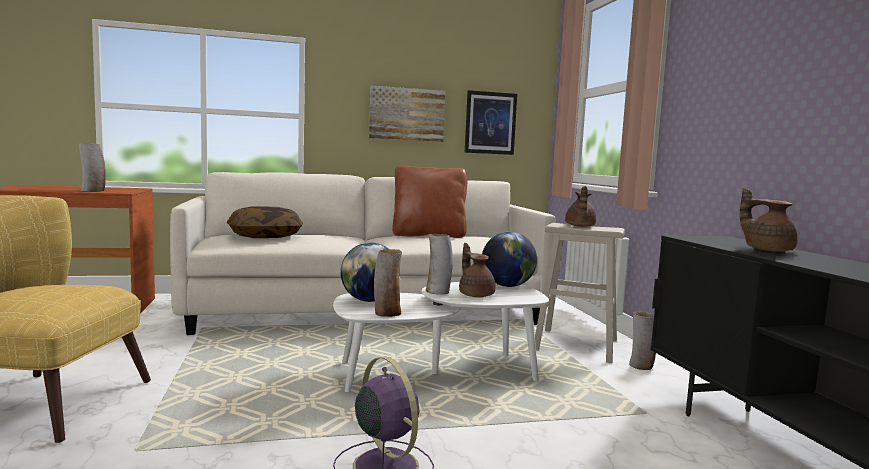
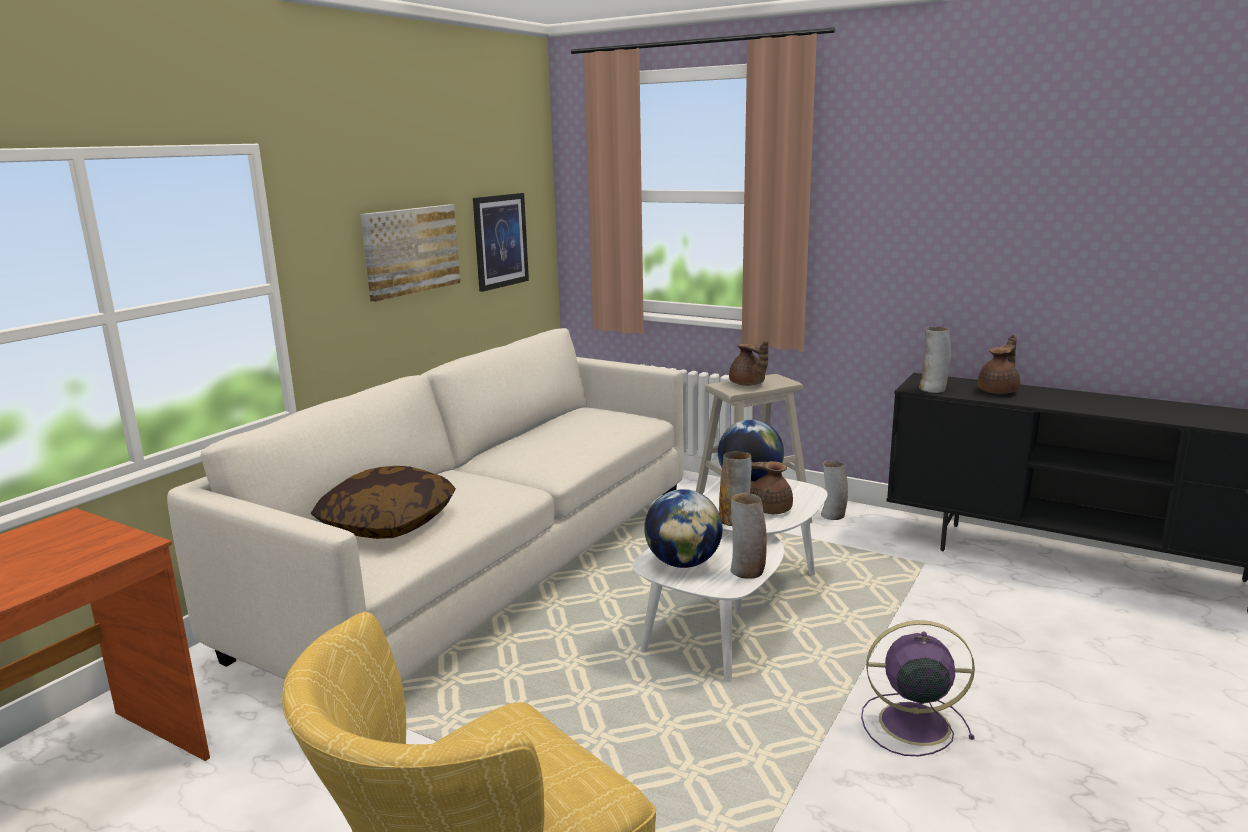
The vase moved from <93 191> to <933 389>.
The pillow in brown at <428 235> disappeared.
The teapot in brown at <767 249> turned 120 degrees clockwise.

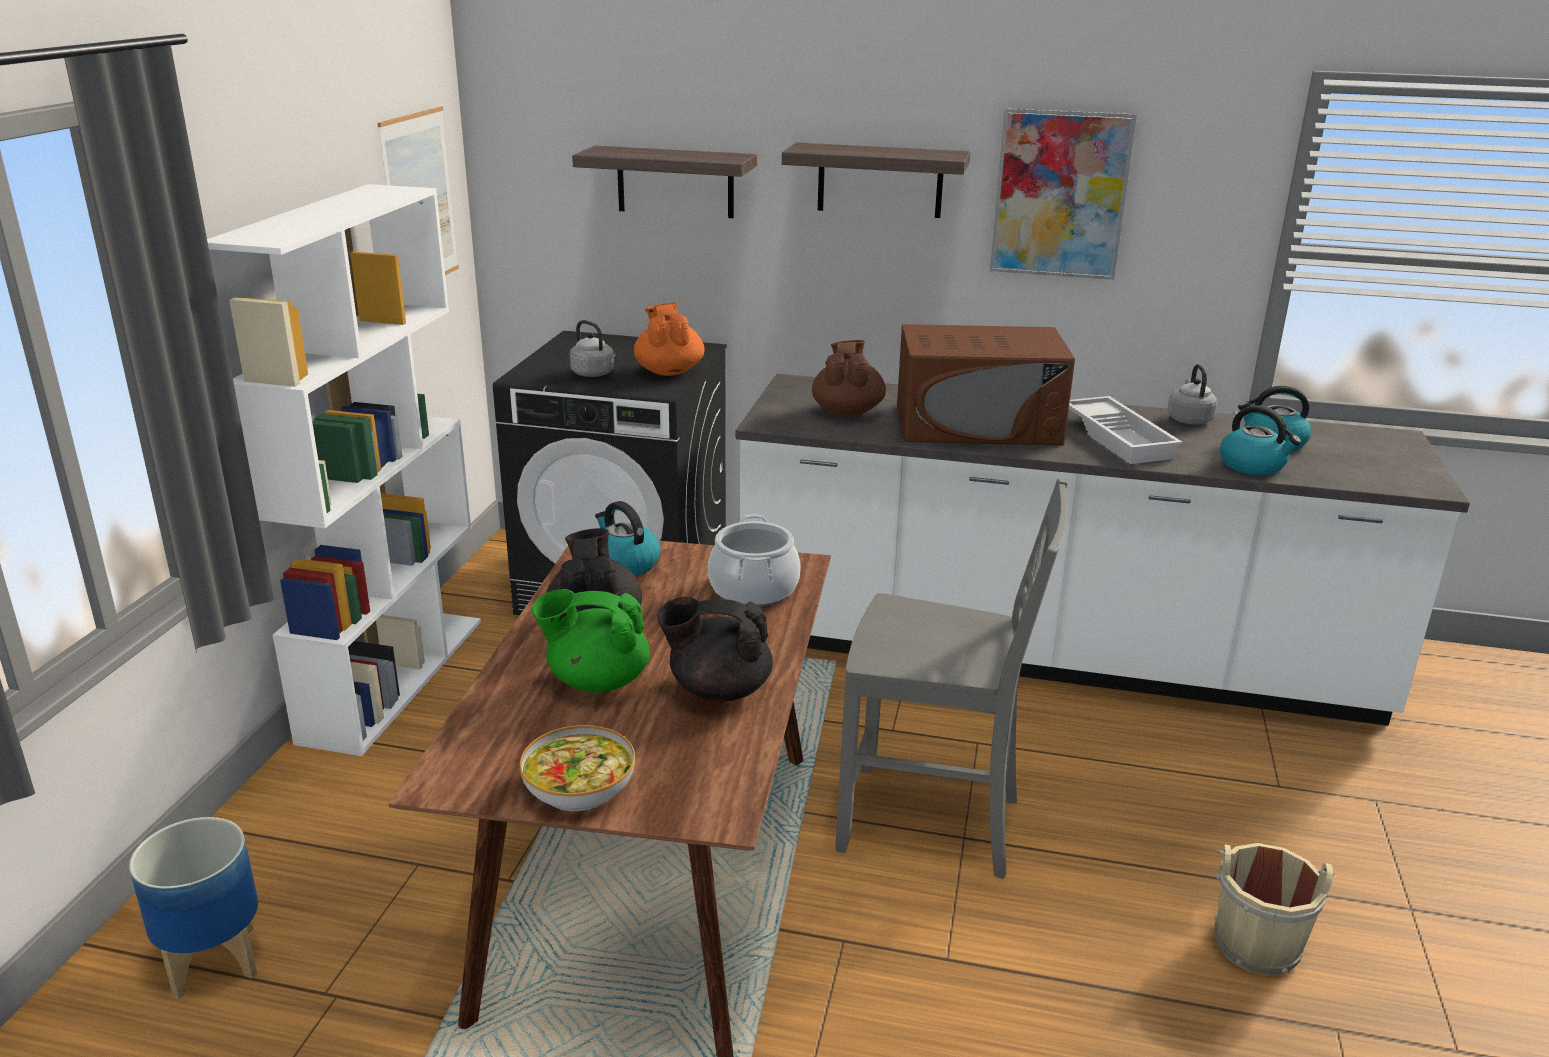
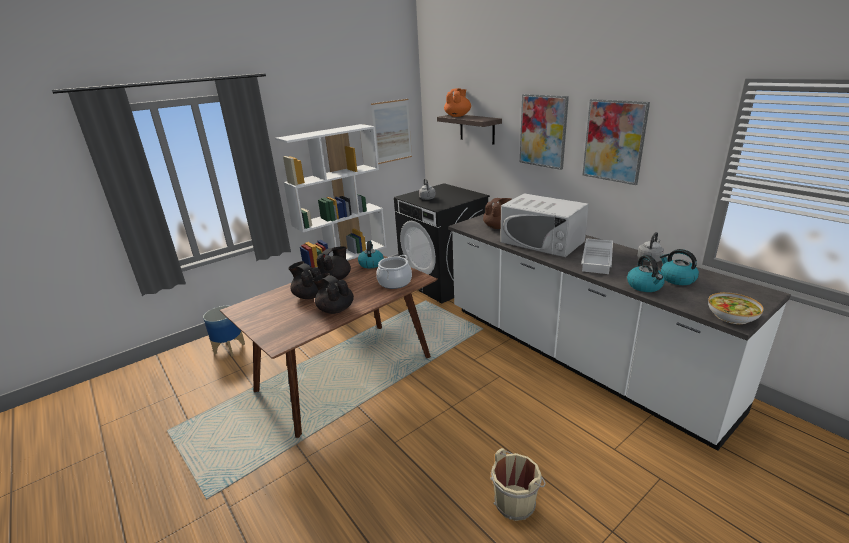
The bowl moved from <578 787> to <731 316>.
The teapot in green at <597 681> became the teapot in black at <310 295>.
The teapot in orange moved from <669 371> to <458 116>.
The shelf at <880 180> was replaced by the picture at <543 131>.
The chair in grey at <933 823> disappeared.
The microwave in brown at <978 424> became the microwave in white at <542 241>.

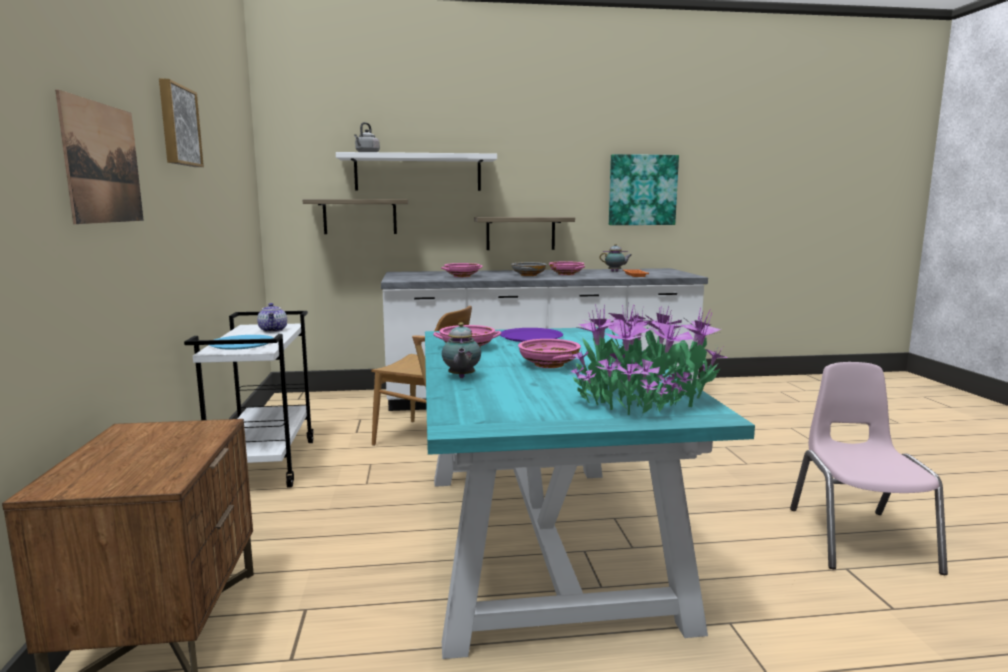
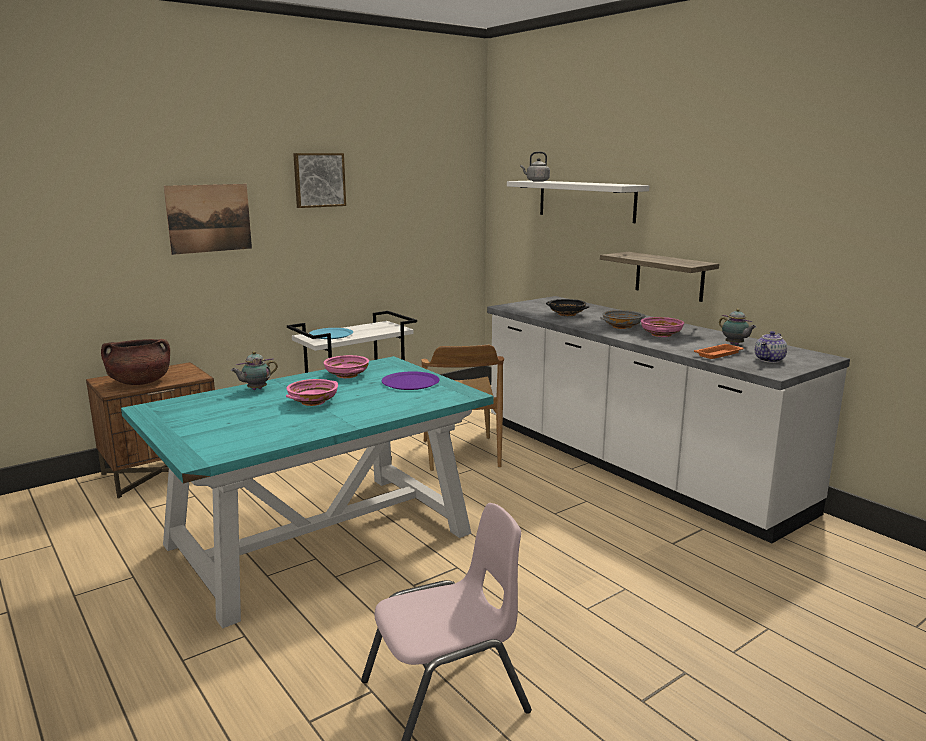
The teapot moved from <274 330> to <770 360>.
The shelf at <360 216> disappeared.
The bowl in pink at <462 276> became the bowl in black at <566 314>.
The potted plant at <642 401> disappeared.
The picture at <642 190> disappeared.
The cooking pot in brown at <140 382> appeared.

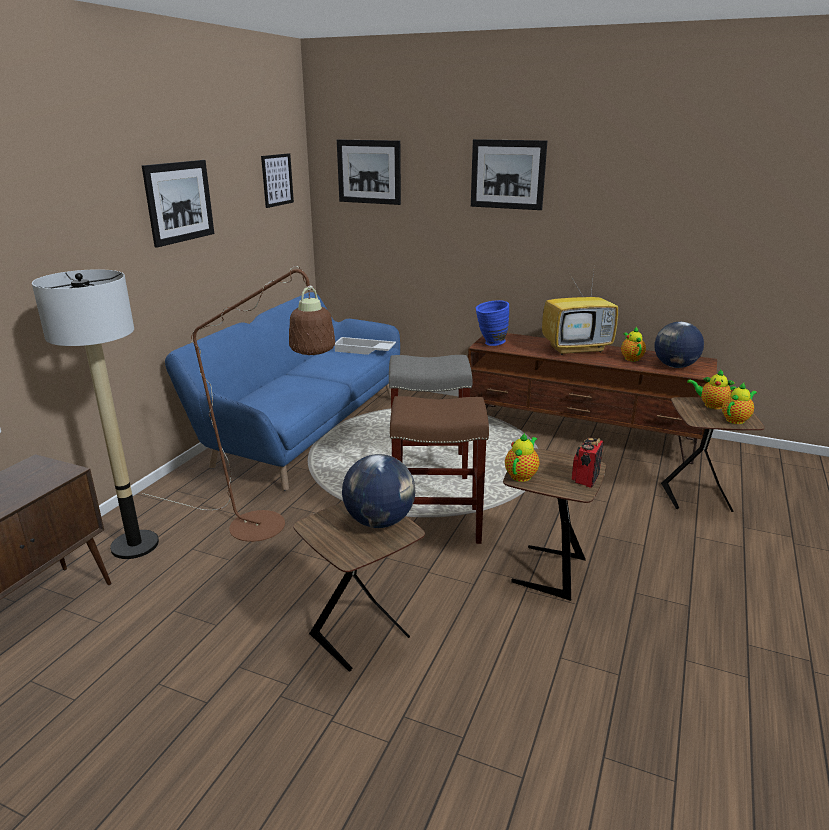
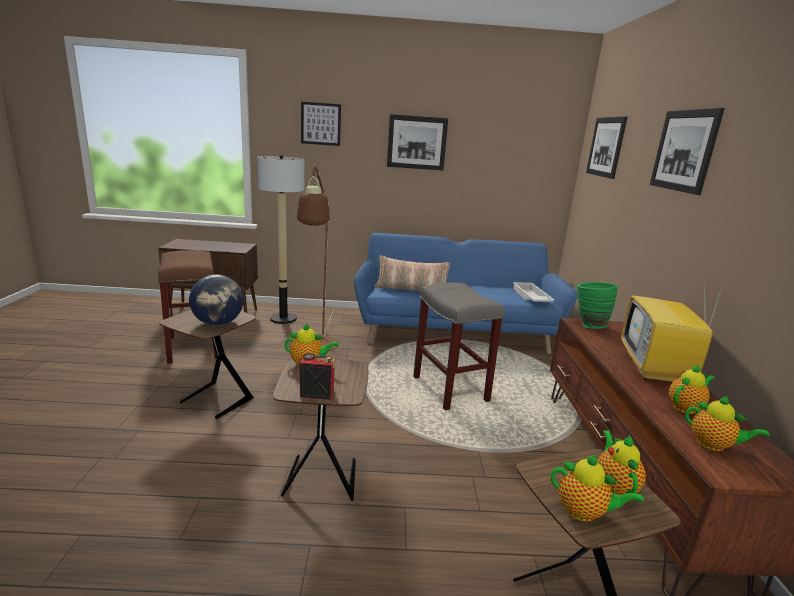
The picture moved from <277 180> to <321 124>.
The stool in brown moved from <438 524> to <194 347>.
The vase in blue at <490 344> became the vase in green at <588 325>.
The television at <577 349> turned 45 degrees clockwise.
The globe at <675 366> was replaced by the teapot at <713 445>.
The pillow at <411 289> appeared.

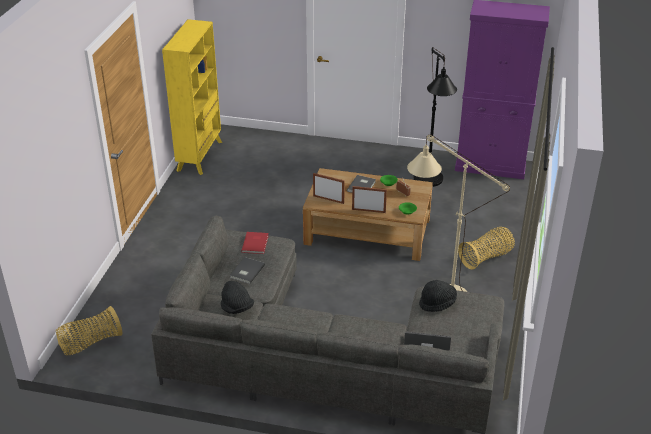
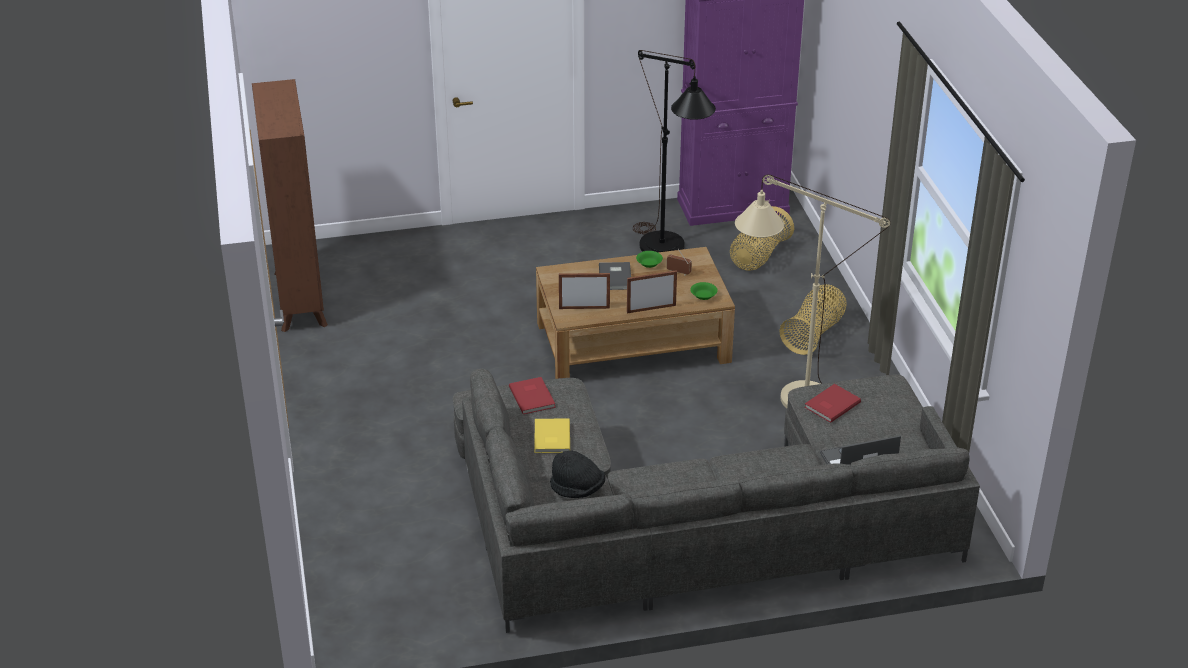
The basket moved from <90 343> to <759 256>.
The bookcase in yellow at <200 156> became the bookcase in brown at <300 299>.
The book in grey at <246 271> became the book in yellow at <550 438>.
The hat in black at <437 303> was replaced by the book in red at <831 404>.

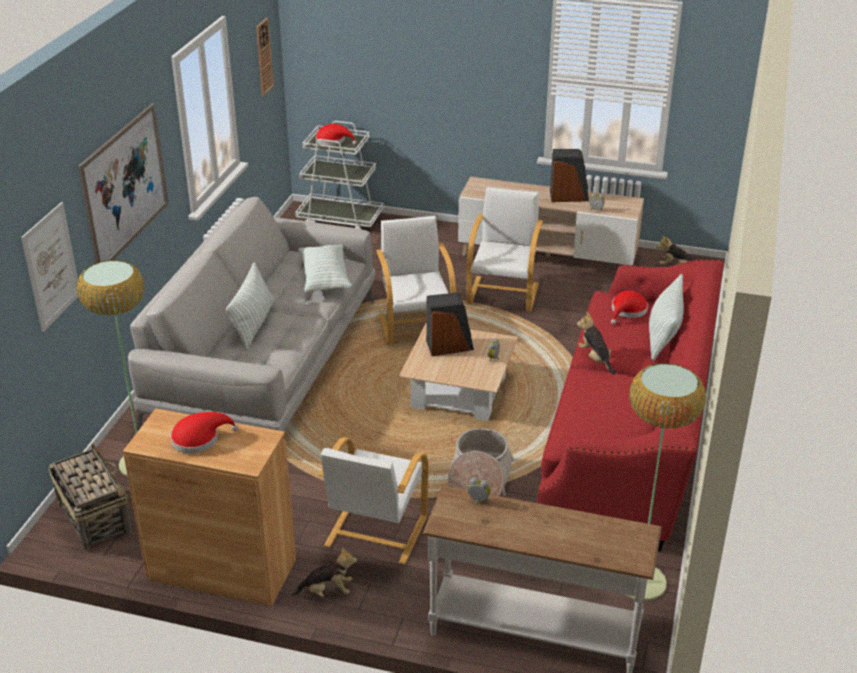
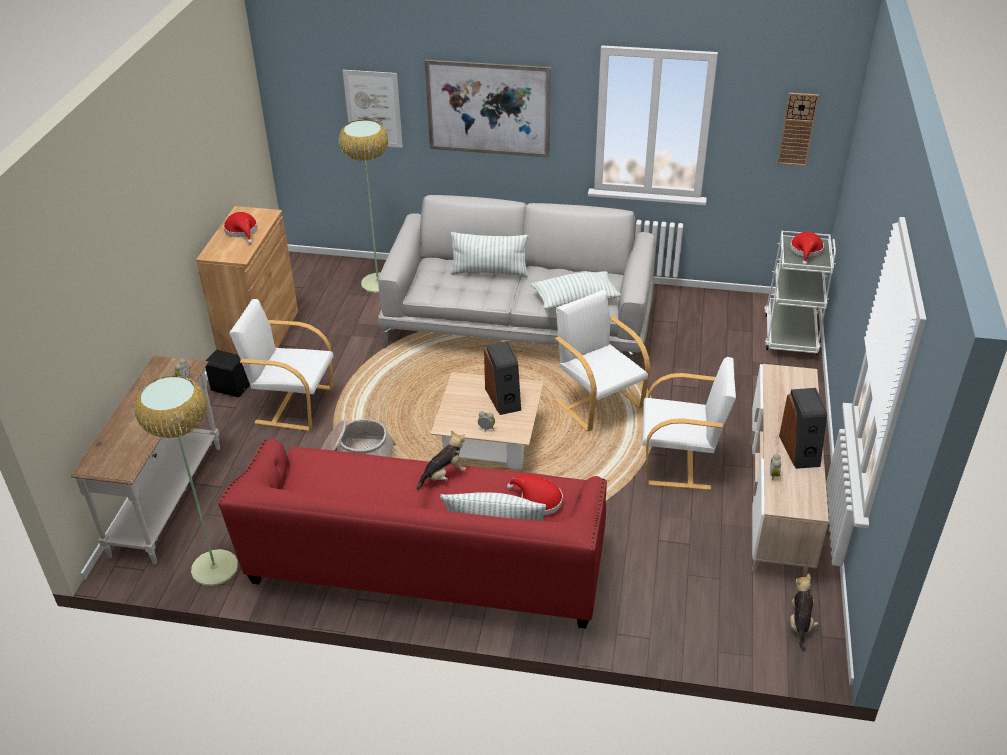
The basket at <94 517> disappeared.
The plush toy at <327 591> was replaced by the speaker in black at <230 387>.
The armchair in white at <416 325> turned 105 degrees counterclockwise.

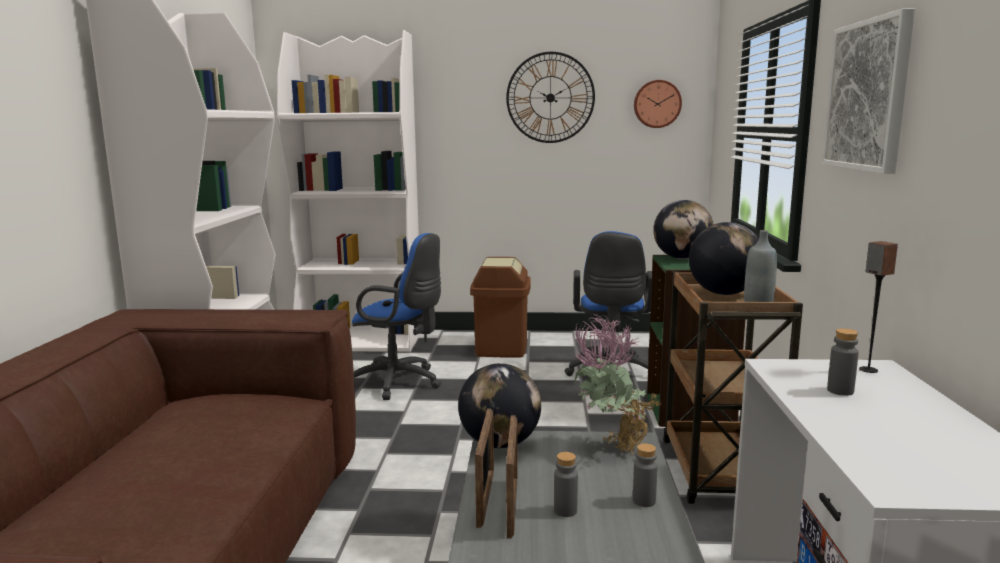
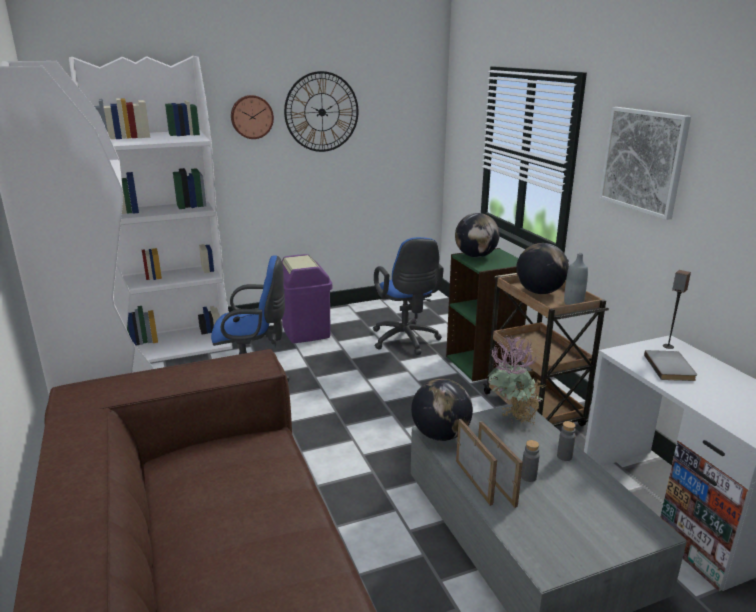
The trash can in brown at <501 348> became the trash can in purple at <305 332>.
The wall clock moved from <657 104> to <251 117>.
The bottle in grey at <840 391> was replaced by the book in grey at <671 367>.

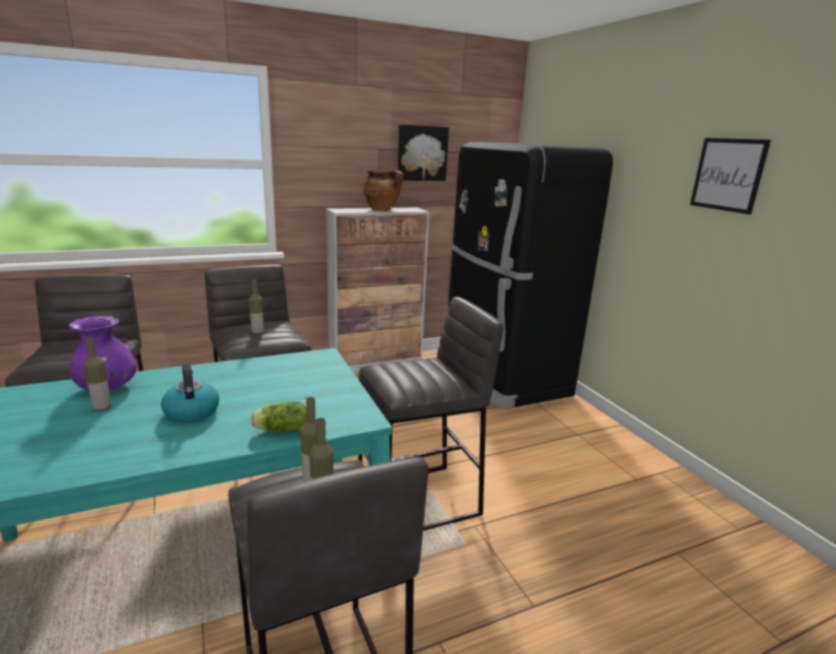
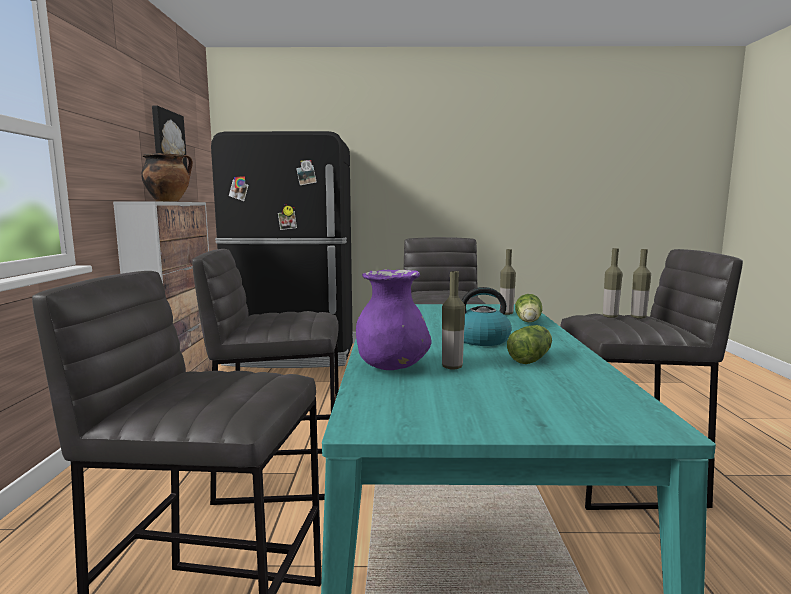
The bottle moved from <257 333> to <506 313>.
The picture at <728 175> disappeared.
The lettuce at <532 358> appeared.

